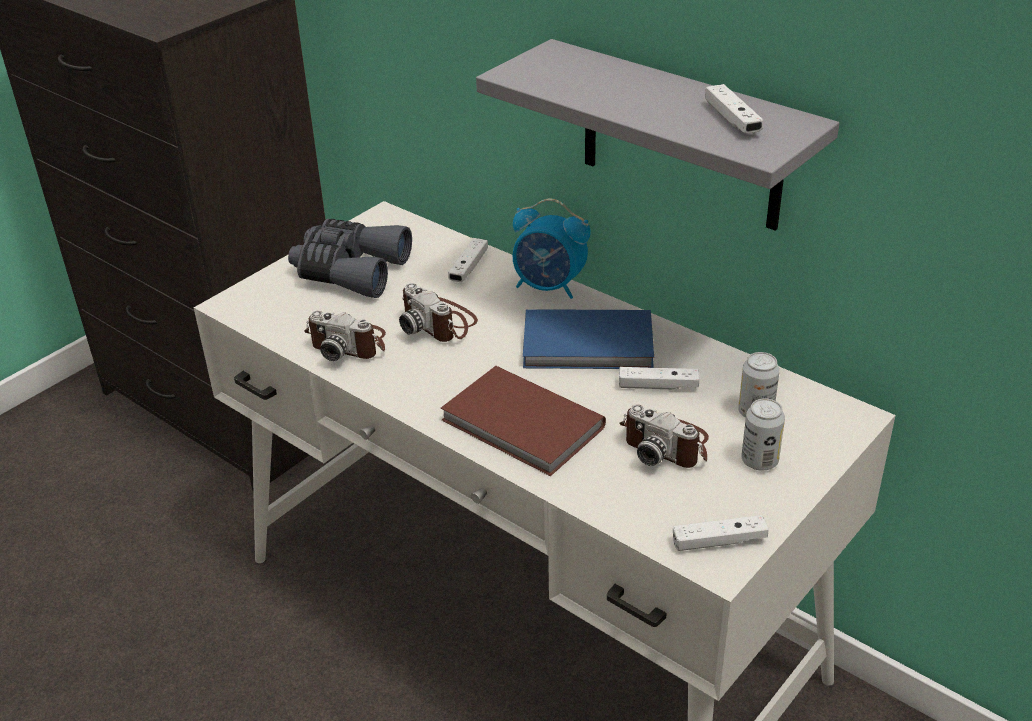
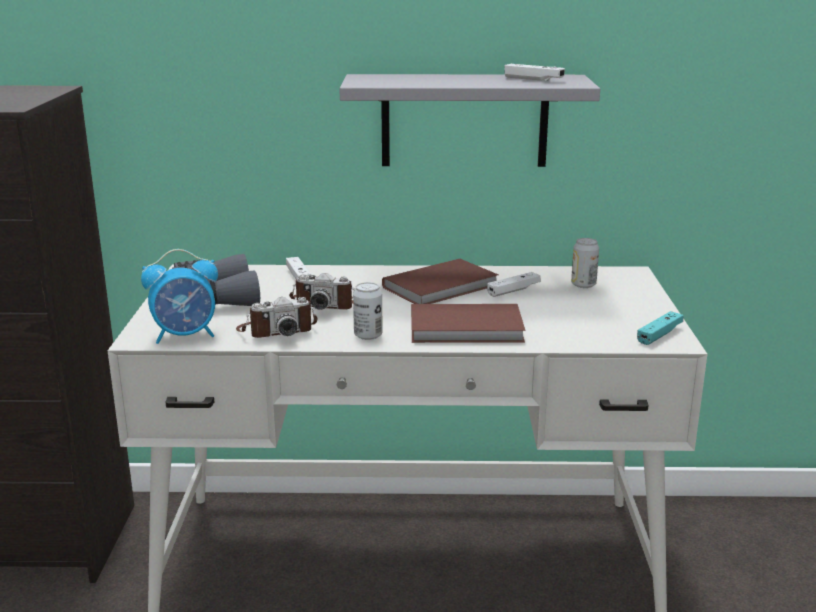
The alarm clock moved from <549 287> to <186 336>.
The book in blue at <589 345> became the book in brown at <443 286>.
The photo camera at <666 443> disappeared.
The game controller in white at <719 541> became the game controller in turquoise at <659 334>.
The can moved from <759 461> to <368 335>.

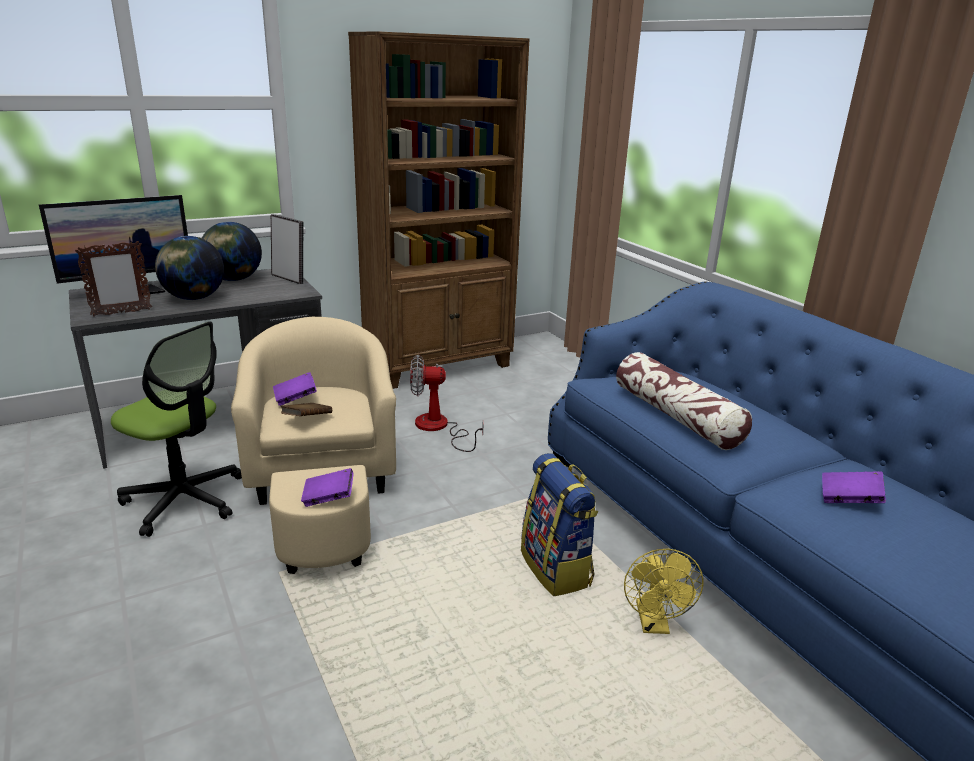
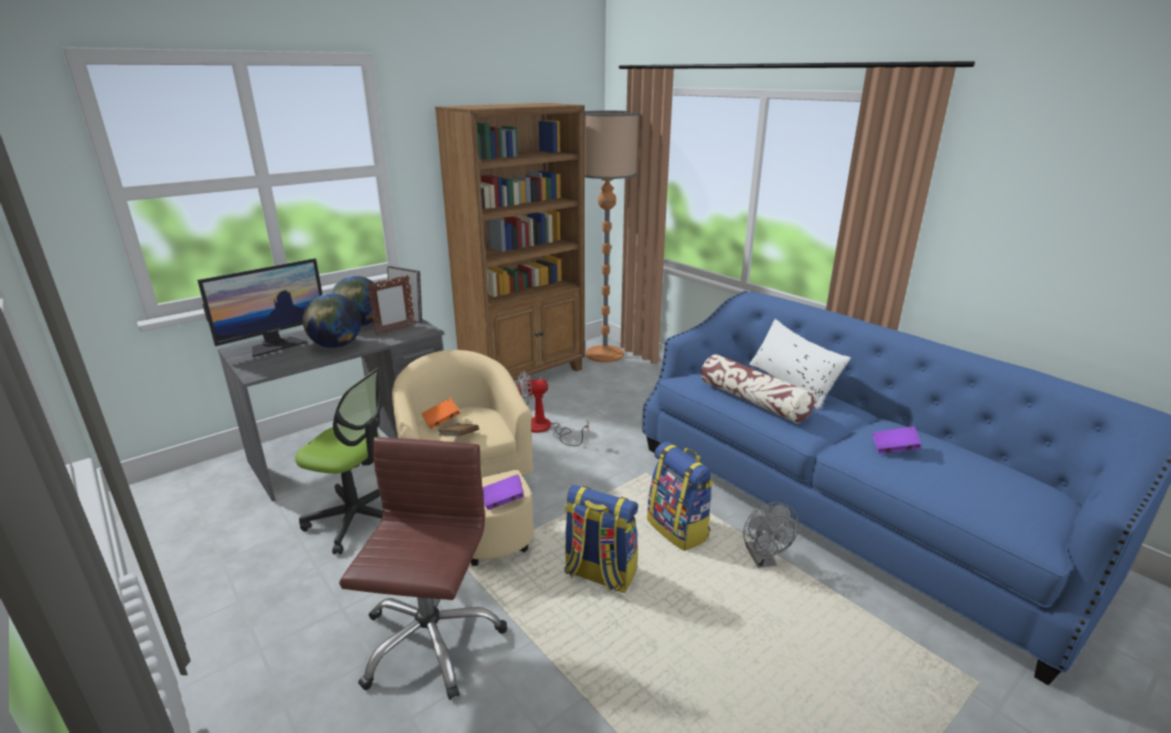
The picture frame moved from <121 313> to <395 330>.
The book in purple at <295 398> became the book in orange at <441 421>.
The fan in yellow at <654 624> became the fan in grey at <763 560>.
The office chair in brown at <430 640> appeared.
The backpack at <599 574> appeared.
The floor lamp at <605 354> appeared.
The pillow in white at <792 383> appeared.

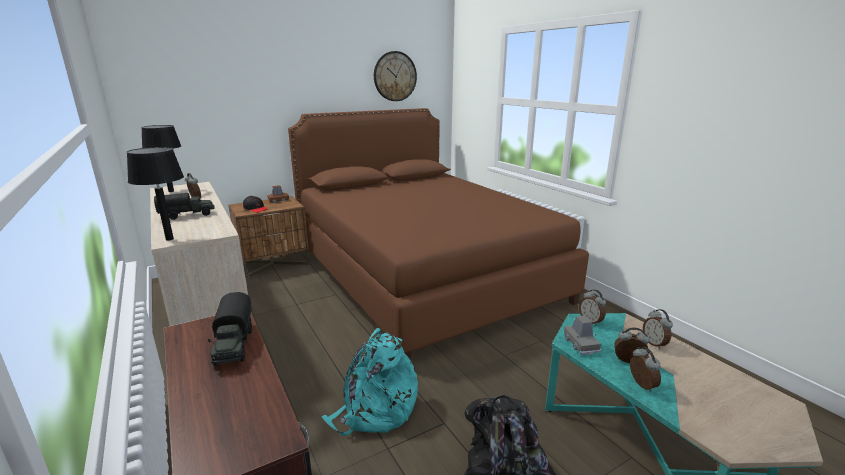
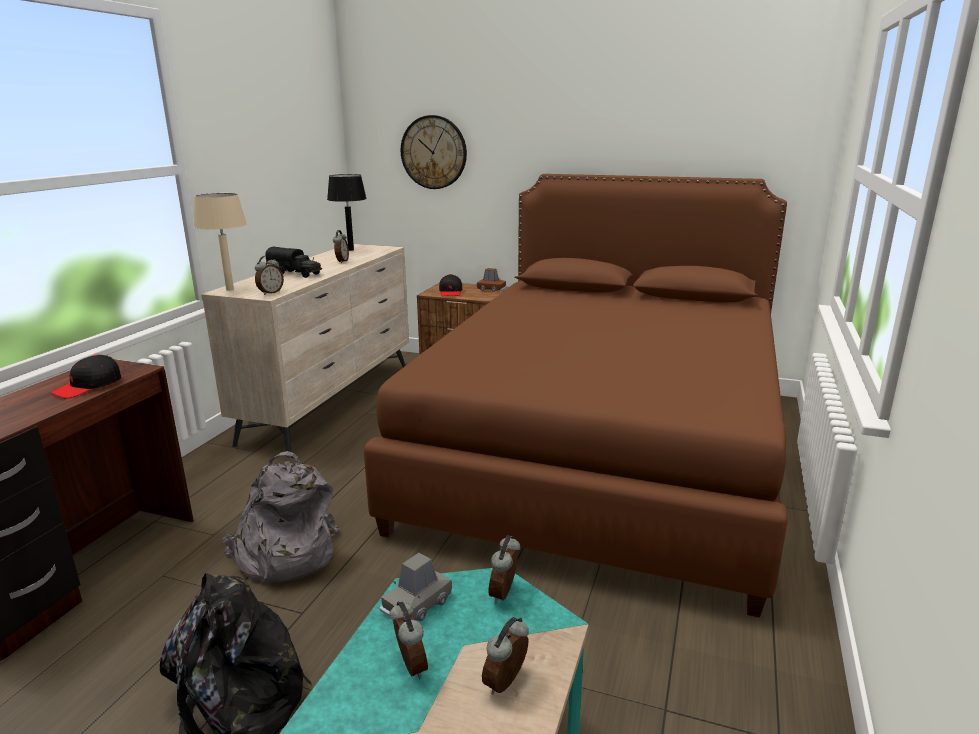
The table lamp in black at <169 239> became the table lamp in beige at <229 289>.
The toy truck at <234 344> was replaced by the cap in black at <88 386>.
The backpack in turquoise at <375 409> became the backpack in grey at <284 555>.
The wall clock moved from <395 76> to <434 152>.
The alarm clock moved from <640 385> to <270 293>.

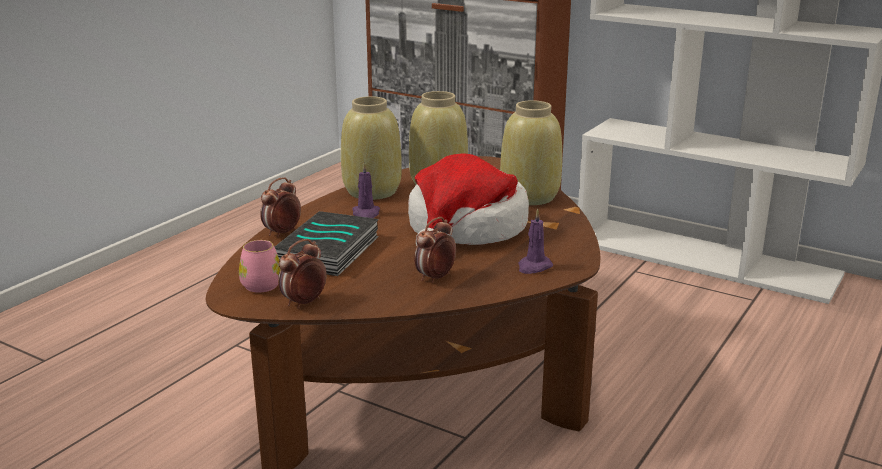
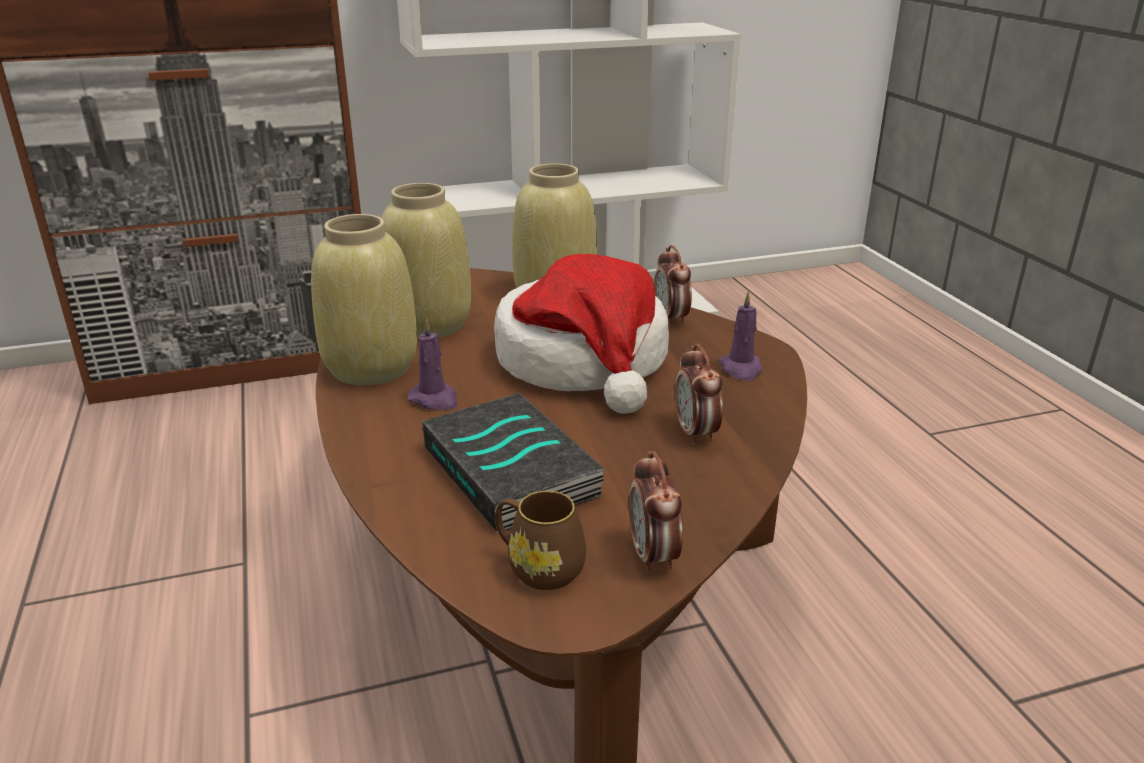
The mug in pink at <261 283> became the mug in brown at <538 567>.
The alarm clock moved from <282 233> to <671 319>.

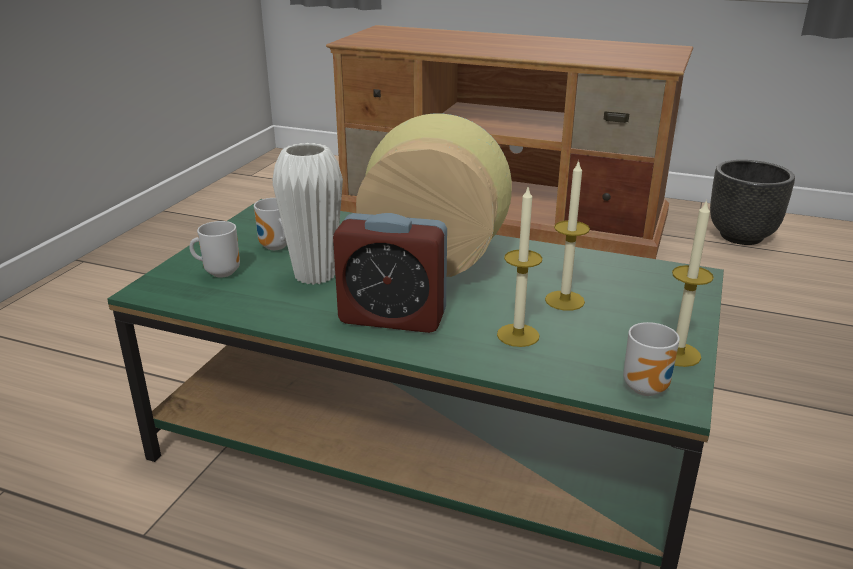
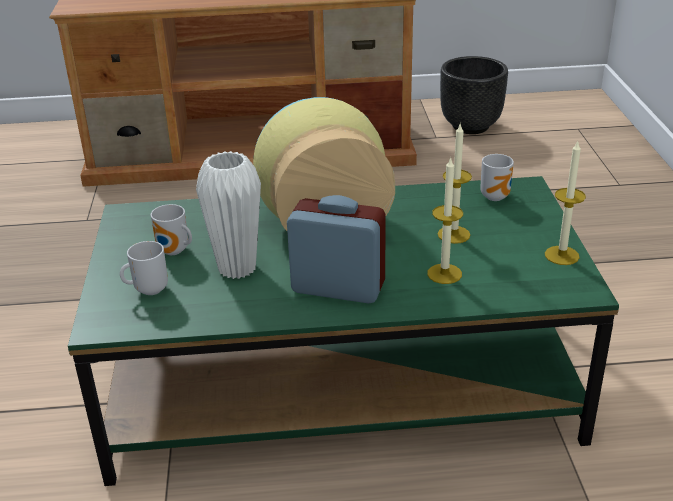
The alarm clock at <392 317> turned 150 degrees counterclockwise.
The mug moved from <649 388> to <496 196>.

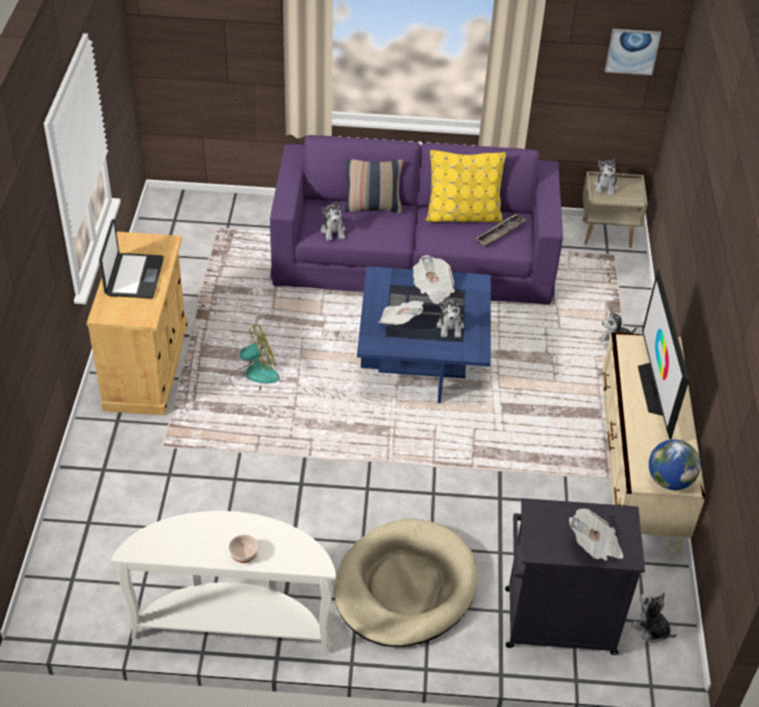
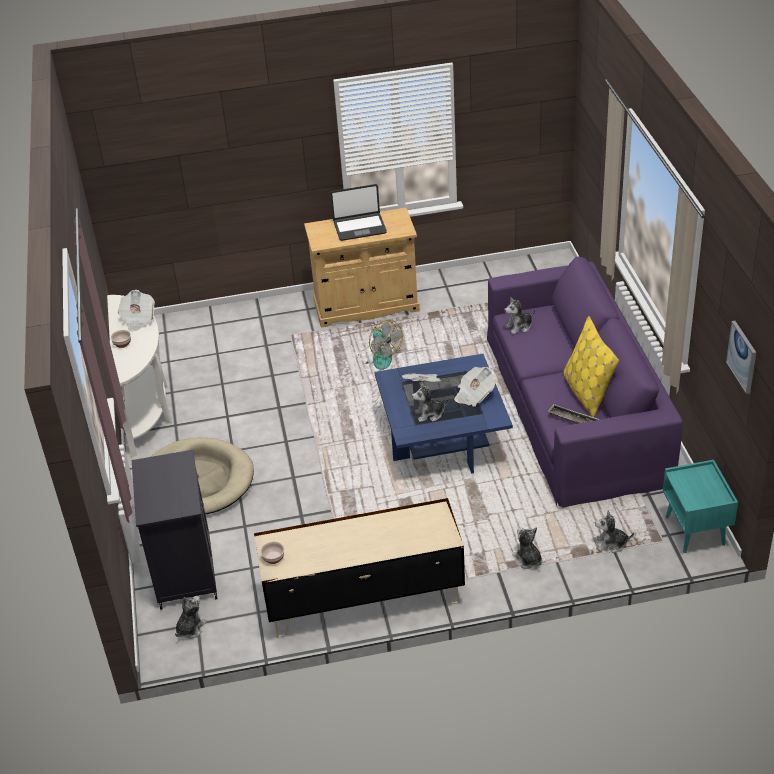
The pillow at <373 207> disappeared.
The newspaper moved from <594 545> to <138 319>.
The nightstand in beige at <607 233> became the nightstand in turquoise at <695 531>.
The plush toy moved from <605 187> to <611 544>.
The television at <656 389> disappeared.
The globe at <669 480> was replaced by the bowl at <273 557>.

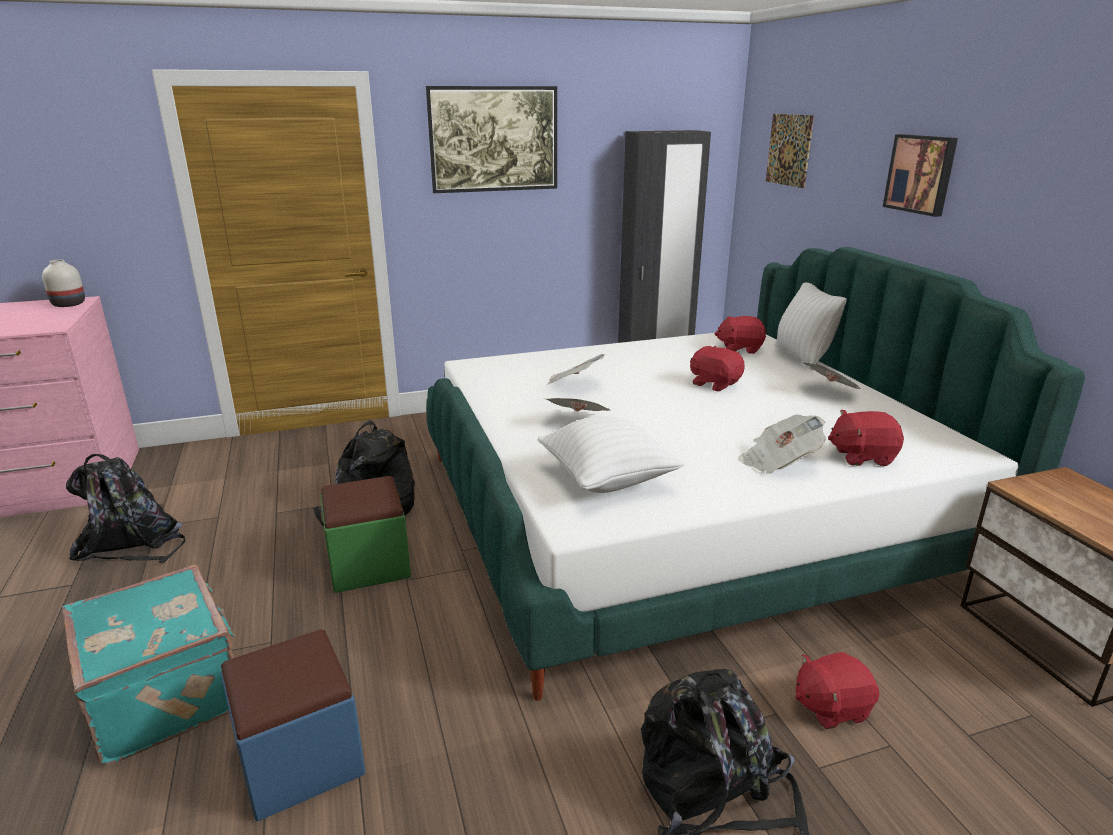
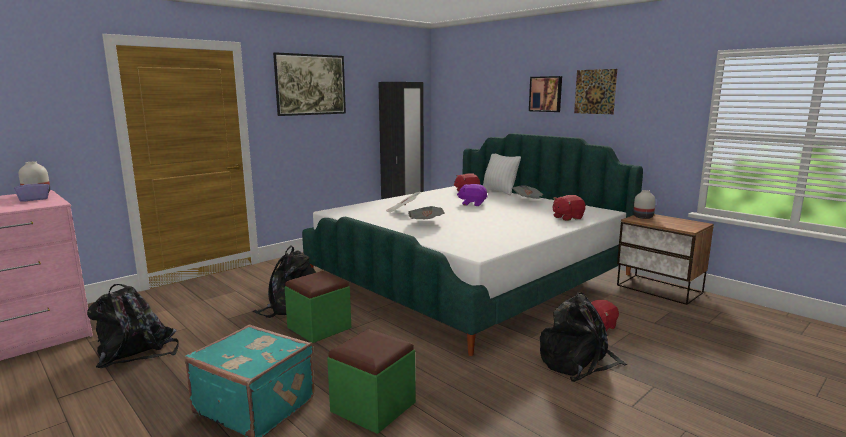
The ottoman in blue at <300 759> became the ottoman in green at <373 407>.
The pillow in white at <607 479> disappeared.
The plush toy in red at <715 384> became the plush toy in purple at <472 204>.
The newspaper at <778 462> disappeared.
The picture moved from <789 150> to <595 91>.
The tissue box in purple at <33 199> appeared.
The vase in white at <642 217> appeared.

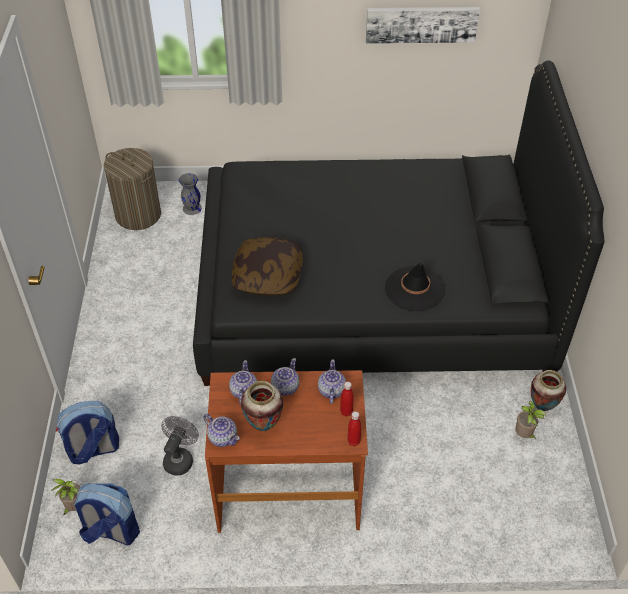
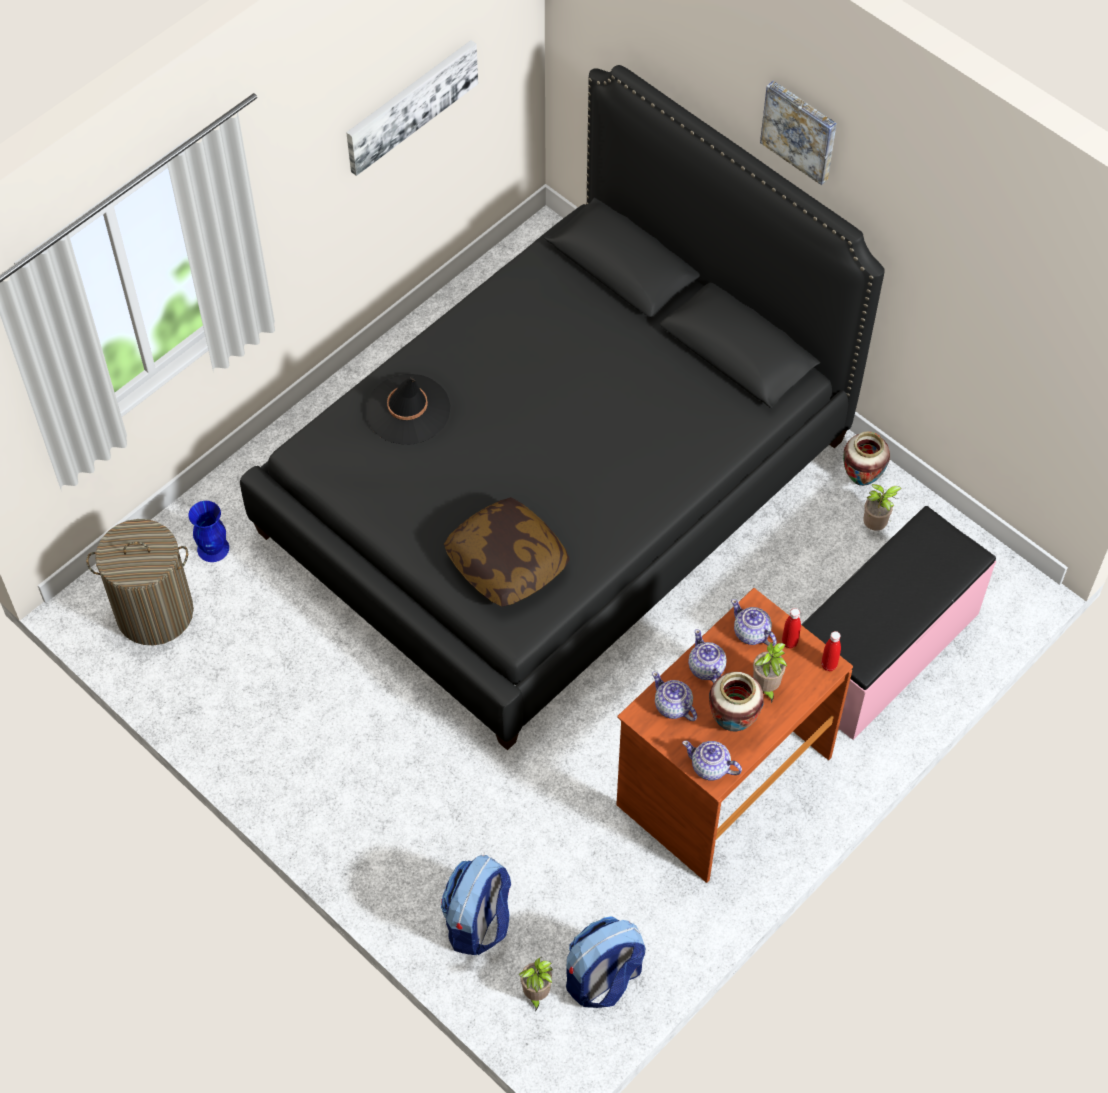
The fan in grey at <180 458> disappeared.
The vase in grey at <192 208> became the vase in blue at <213 549>.
The teapot at <222 437> turned 150 degrees counterclockwise.
The hat in black moved from <414 289> to <408 410>.
The potted plant at <766 687> appeared.
The picture at <800 130> appeared.
The bench in pink at <884 650> appeared.

